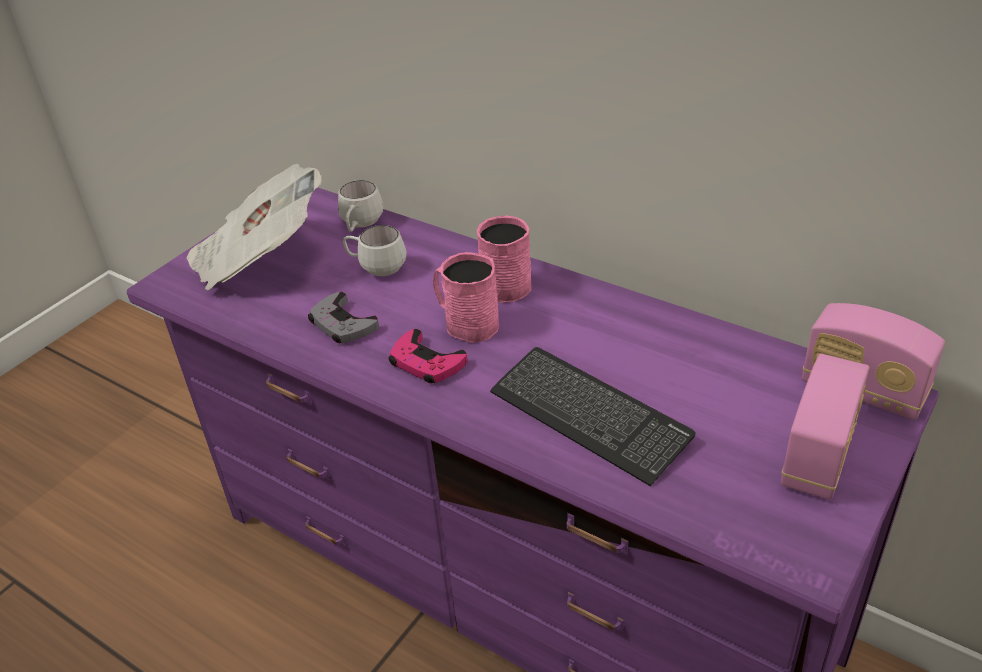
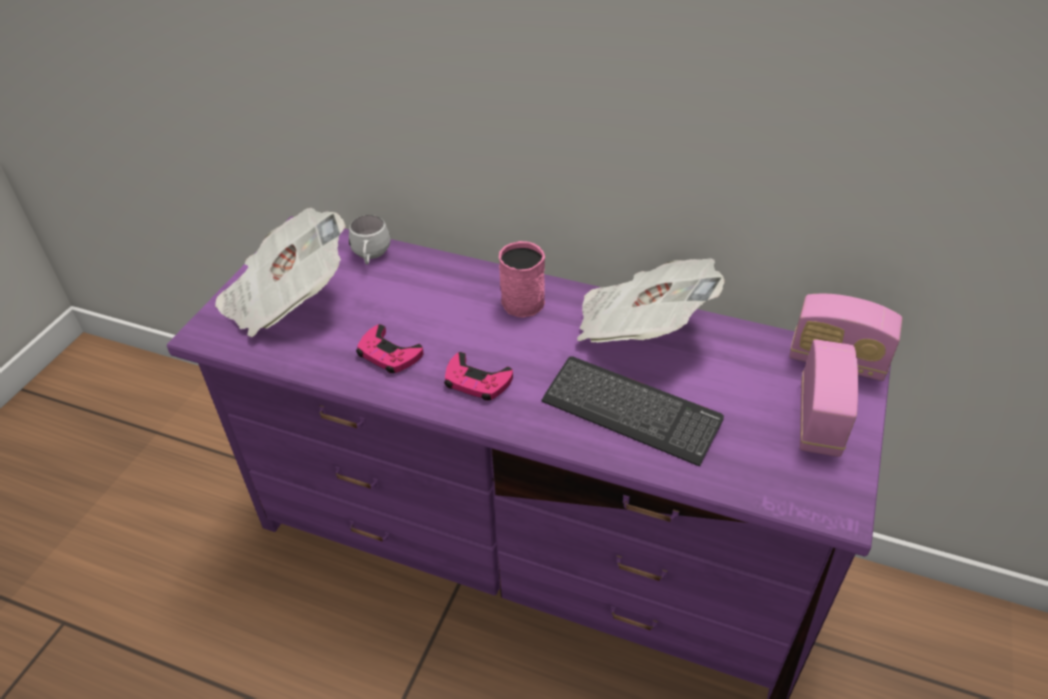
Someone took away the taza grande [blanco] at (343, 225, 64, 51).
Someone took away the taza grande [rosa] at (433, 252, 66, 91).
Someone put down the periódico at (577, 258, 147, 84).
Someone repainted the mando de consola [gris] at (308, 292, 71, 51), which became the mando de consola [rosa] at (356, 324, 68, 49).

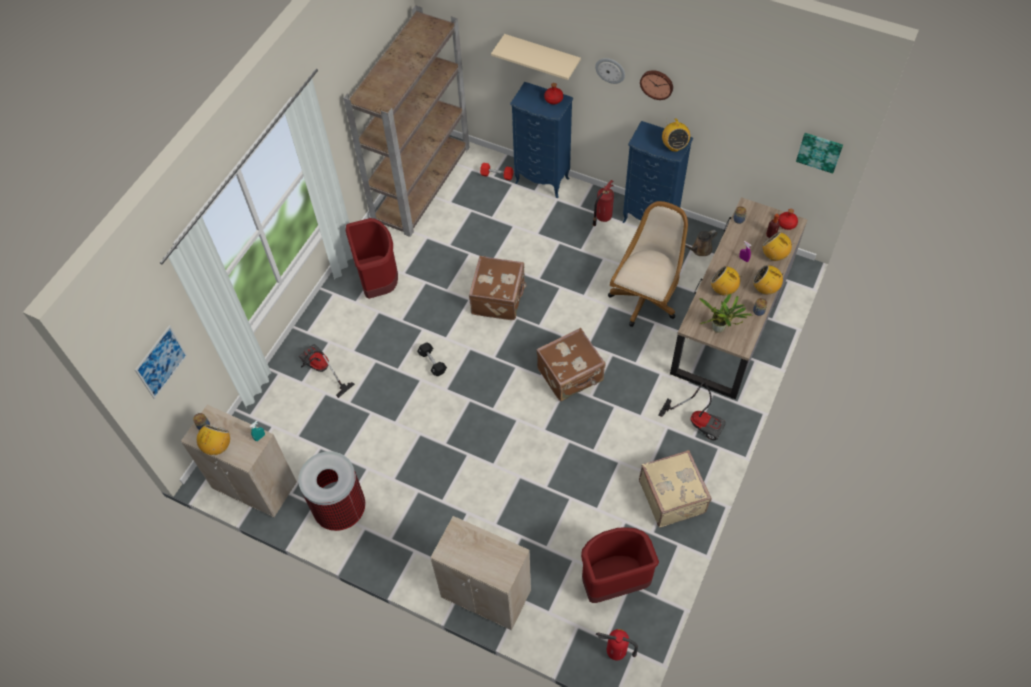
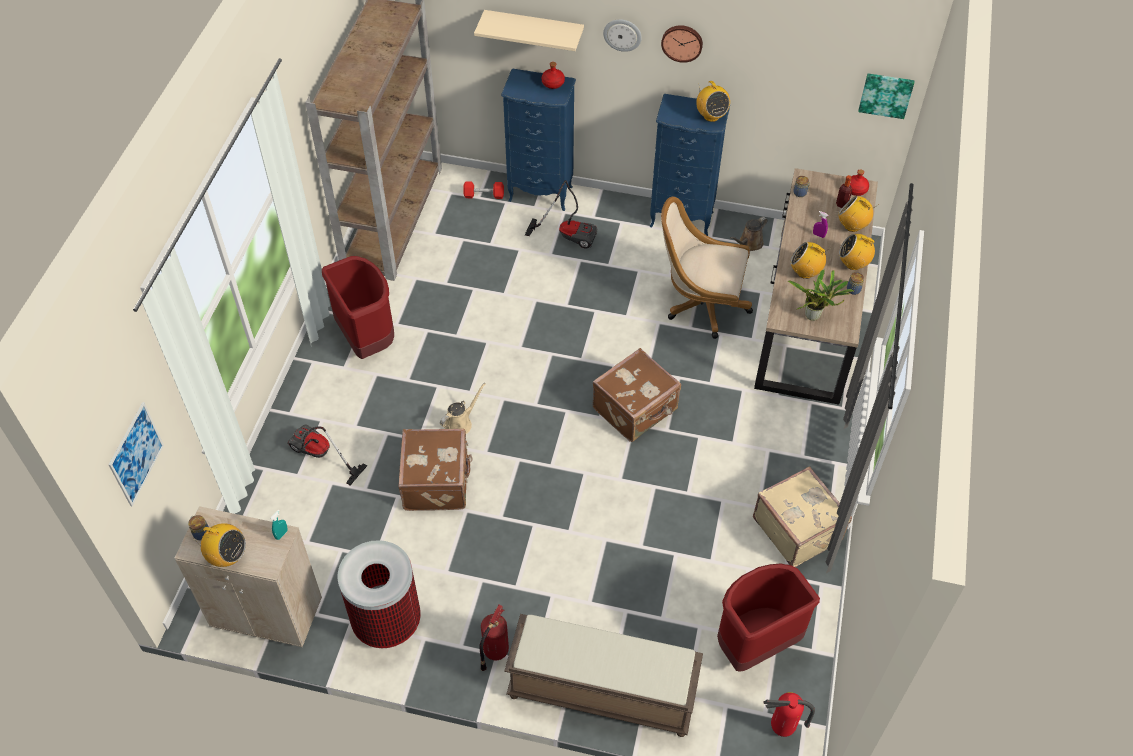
Someone carried the maleta [marrón] from (469, 256, 58, 64) to (398, 429, 75, 82).
Someone carried the extintor from (593, 180, 21, 46) to (479, 604, 30, 67).
Someone carried the aspiradora from (658, 380, 68, 60) to (525, 180, 72, 69).
Someone swapped the mancuerna [negro] at (417, 342, 30, 34) for the regadera [beis] at (440, 383, 46, 51).
Someone swapped the armario [beis] at (430, 516, 101, 114) for the banco [marrón] at (504, 614, 199, 123).
Someone rotated the radio at (197, 425, 33, 30) by 105 degrees clockwise.
Someone rotated the silla de oficina at (608, 201, 80, 126) by 90 degrees counterclockwise.

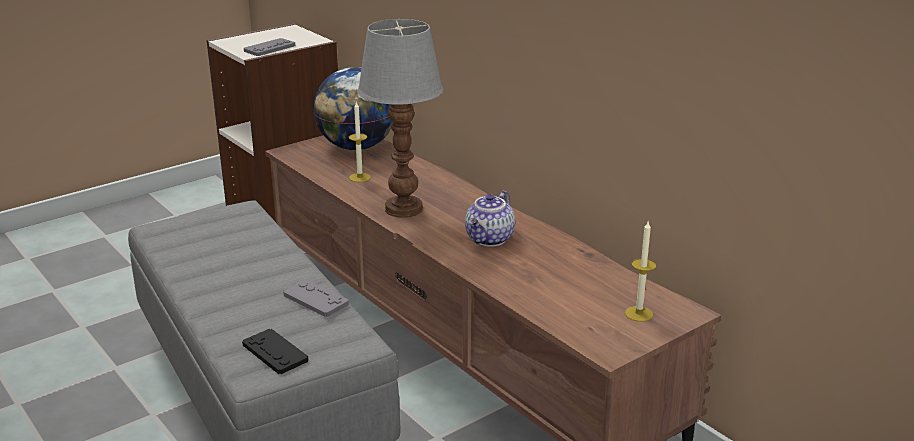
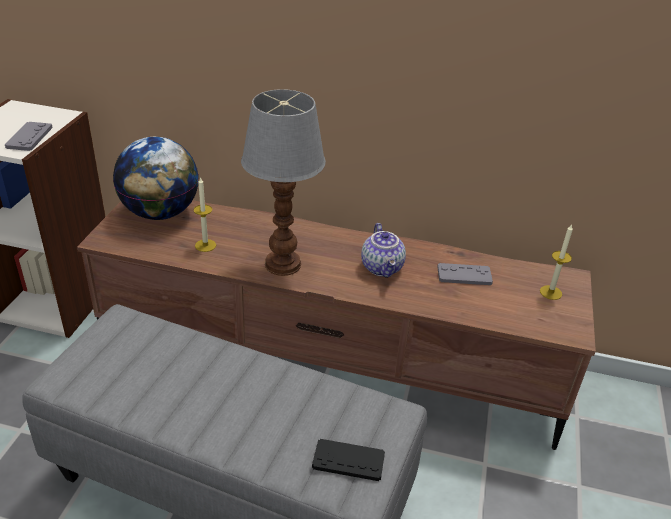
Someone carried the mando de consola [gris] from (283, 280, 66, 37) to (437, 263, 56, 22).

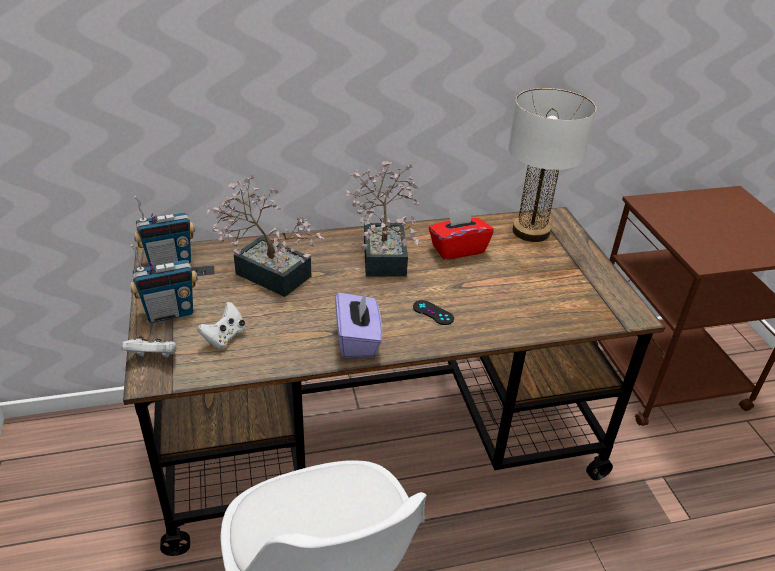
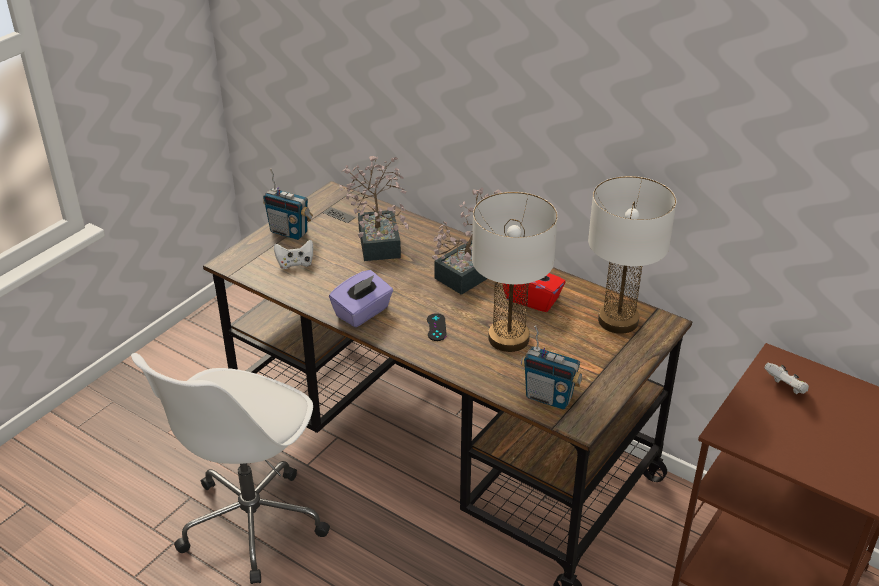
Someone put down the lámpara de mesa at (472, 192, 86, 160).
Someone carried the mando de consola [blanco] from (121, 336, 56, 22) to (764, 363, 45, 31).
Someone carried the radio from (133, 196, 62, 70) to (521, 325, 61, 85).

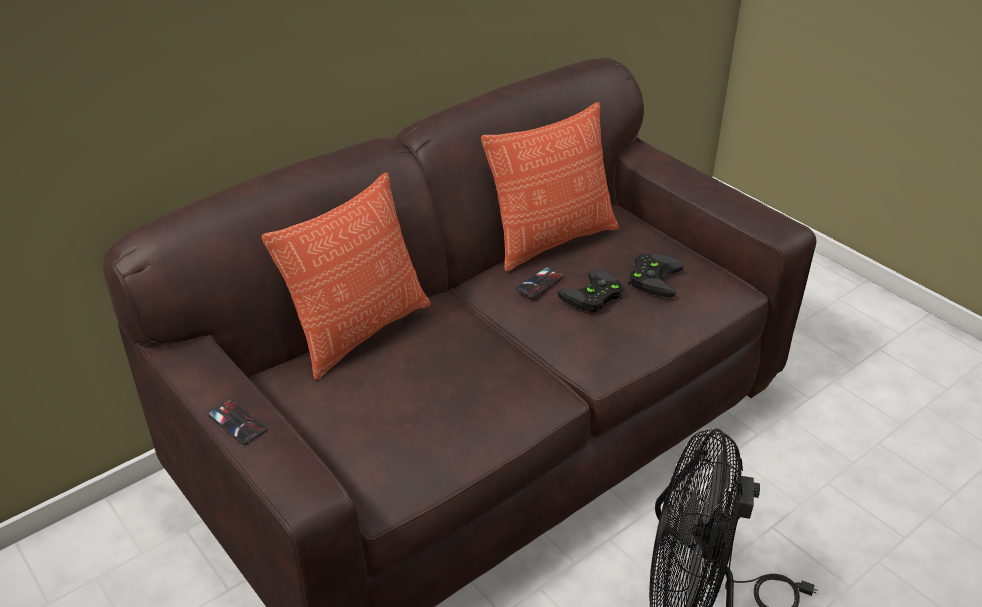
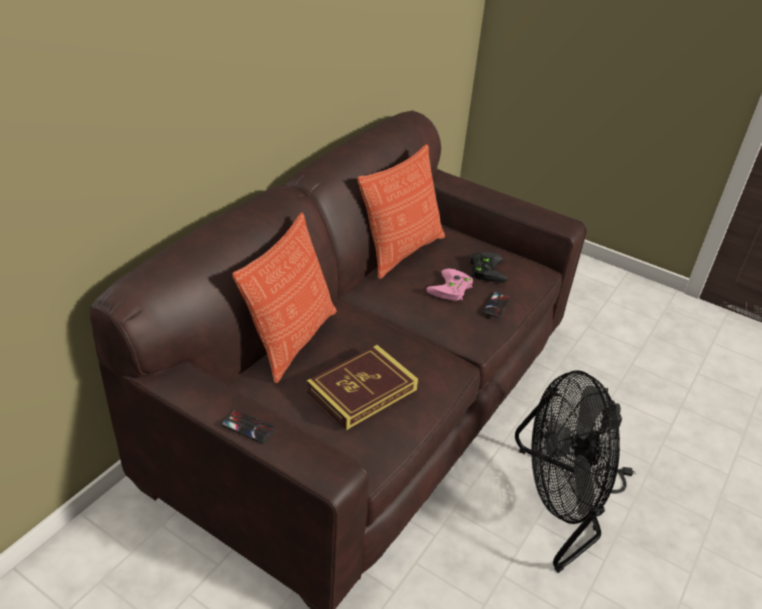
Someone put down the libro at (307, 345, 111, 85).
Someone carried the móvil from (516, 267, 48, 31) to (483, 292, 28, 26).
Someone repainted the mando de consola [negro] at (557, 269, 66, 44), which became the mando de consola [rosa] at (427, 269, 46, 32).

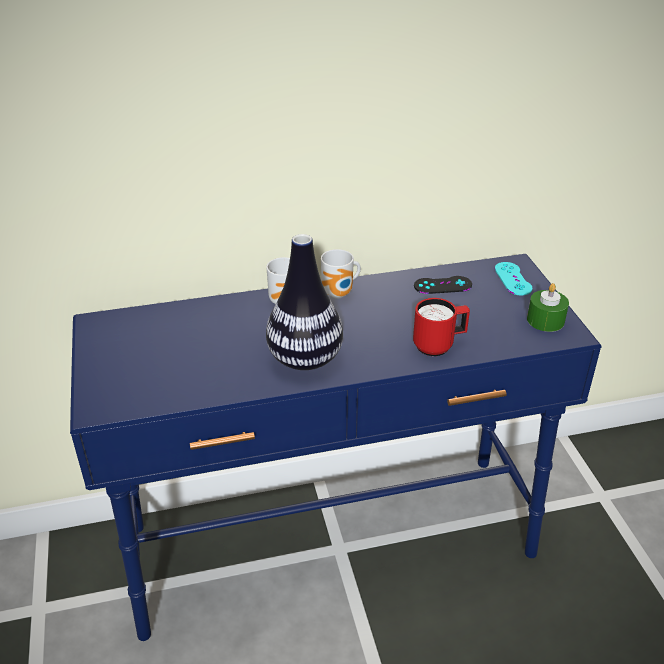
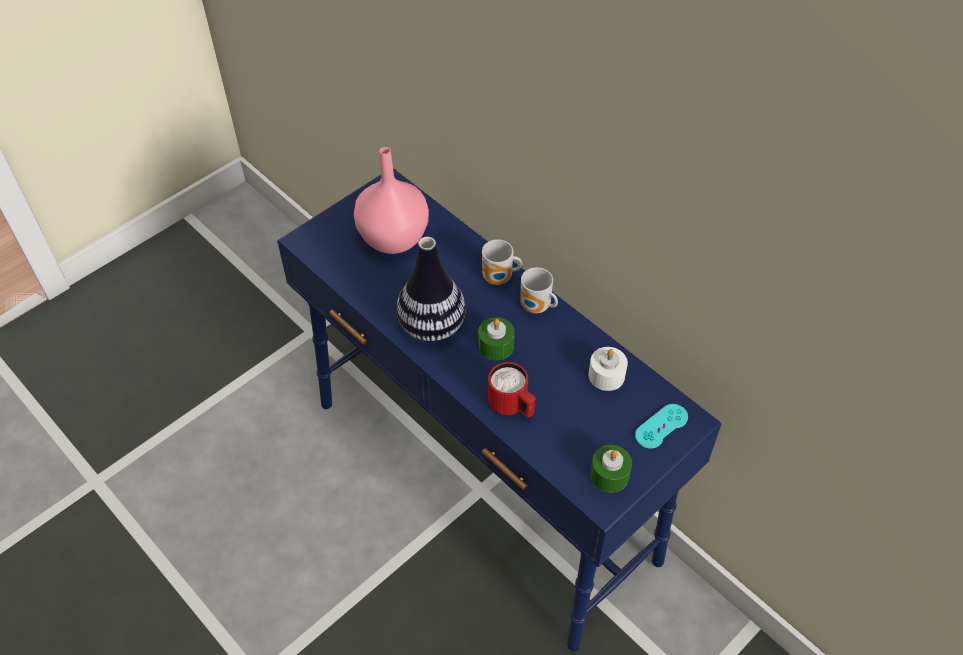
Someone put down the florero [rosa] at (354, 147, 75, 107).
Someone put down the vela [verde] at (478, 317, 37, 43).
Someone swapped the mando de consola [negro] at (414, 276, 58, 18) for the vela [blanco] at (589, 347, 39, 44).

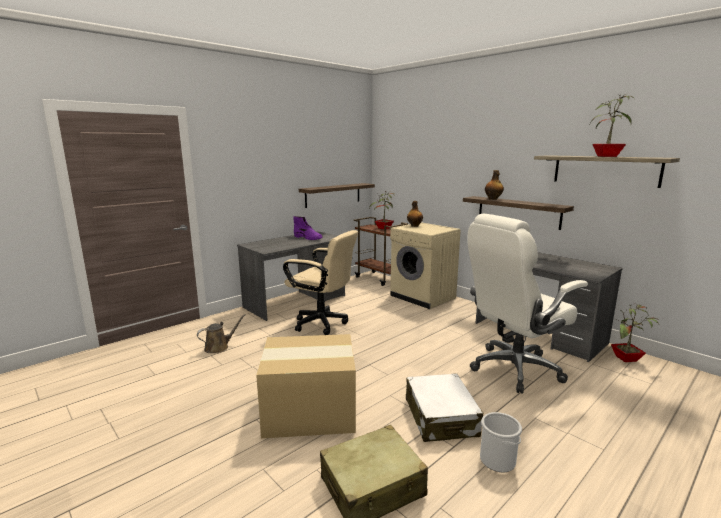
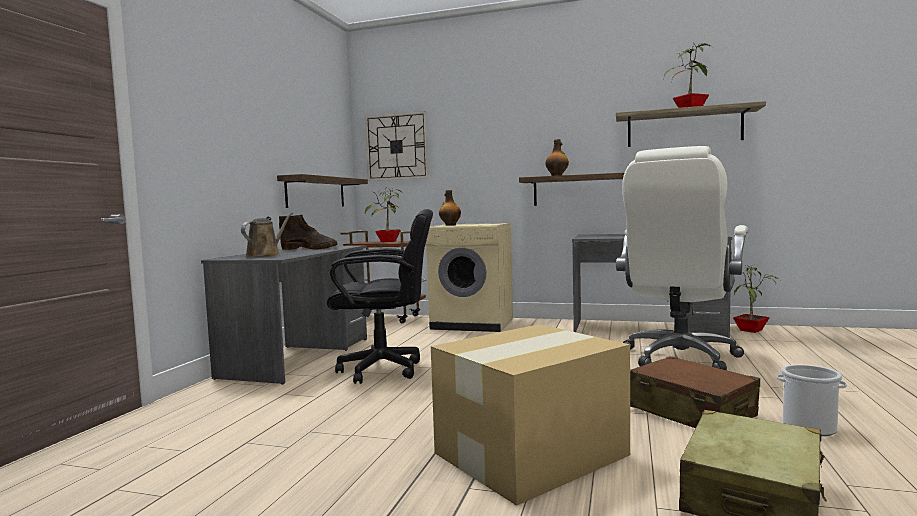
Someone put up the reloj de pared at (365, 111, 64, 70).
Someone carried the regadera [marrón] from (197, 314, 49, 39) to (241, 213, 52, 44).
Someone repainted the silla de oficina [beis] at (283, 230, 75, 105), which became the silla de oficina [negro] at (327, 209, 106, 175).
Someone repainted the bota [morado] at (294, 216, 29, 24), which became the bota [marrón] at (279, 214, 59, 36).
Someone repainted the maleta [blanco] at (406, 373, 77, 69), which became the maleta [marrón] at (630, 356, 130, 72).

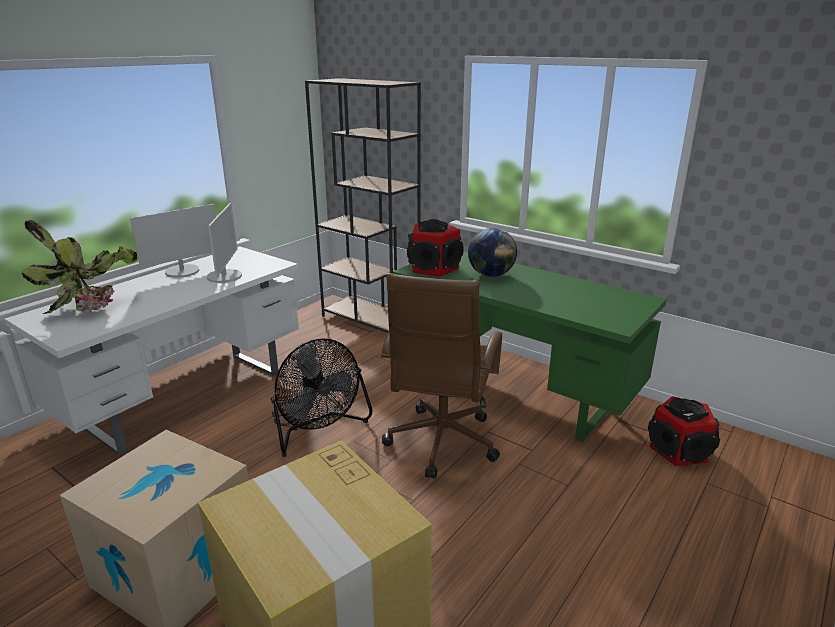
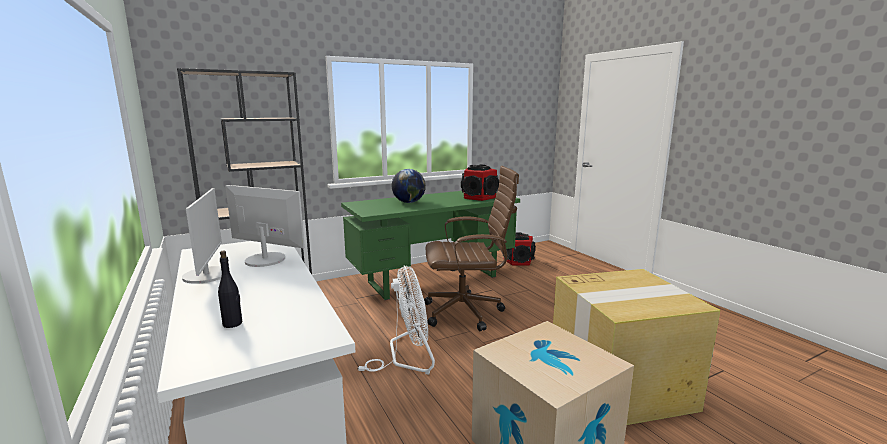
Someone carried the altavoz from (407, 219, 57, 58) to (461, 165, 39, 36).
Someone swapped the planta en maceta at (22, 220, 115, 94) for the botella [negro] at (218, 251, 24, 77).
Someone repainted the ventilador [negro] at (271, 339, 101, 118), which became the ventilador [blanco] at (357, 265, 78, 110).
Someone rotated the silla de oficina [marrón] at (381, 273, 122, 205) by 45 degrees counterclockwise.

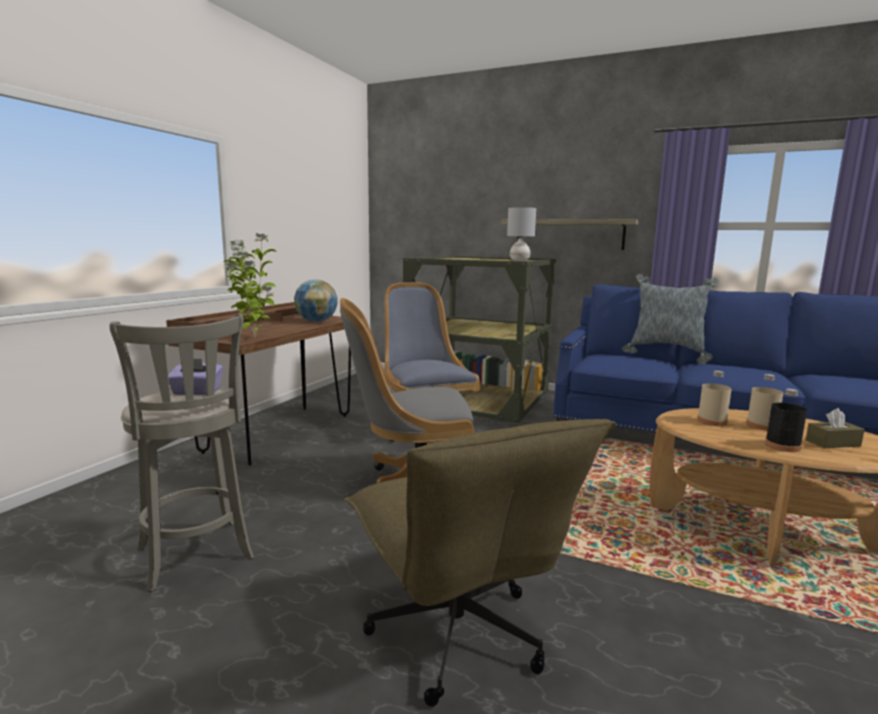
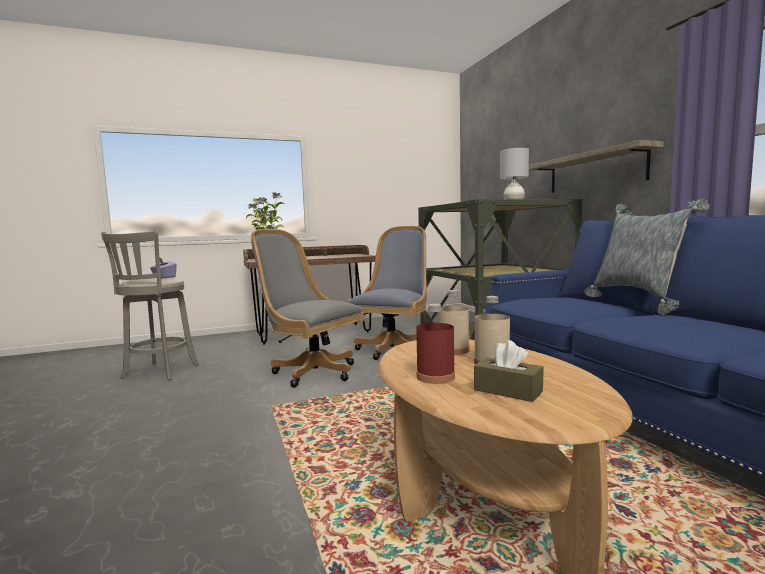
Someone took away the globo terráqueo at (294, 279, 44, 43).
Someone took away the silla de oficina [beis] at (344, 419, 272, 288).
Someone repainted the botella [negro] at (765, 389, 42, 63), which became the botella [rojo] at (416, 304, 39, 80).

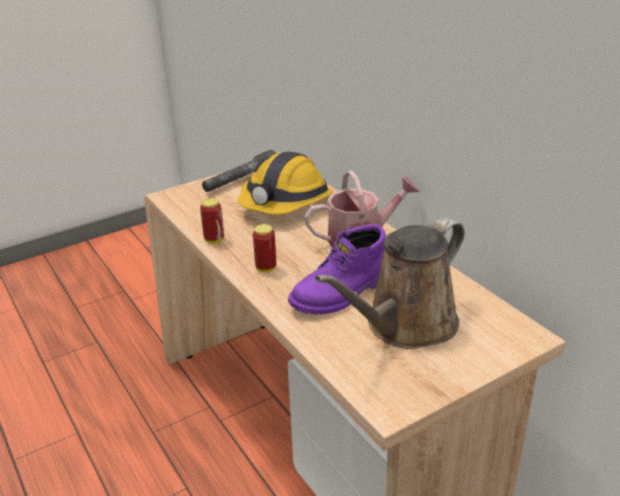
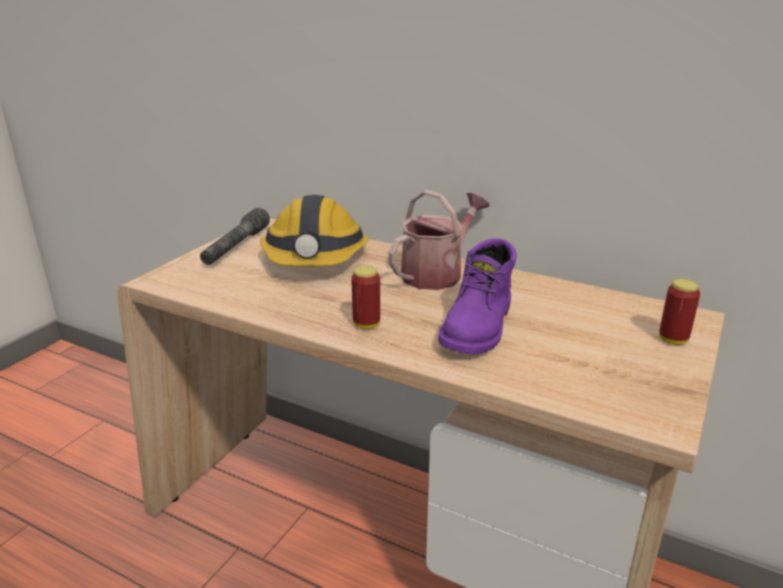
Someone took away the regadera [marrón] at (315, 218, 150, 131).
Someone carried the lata from (200, 198, 24, 46) to (659, 279, 41, 66).

